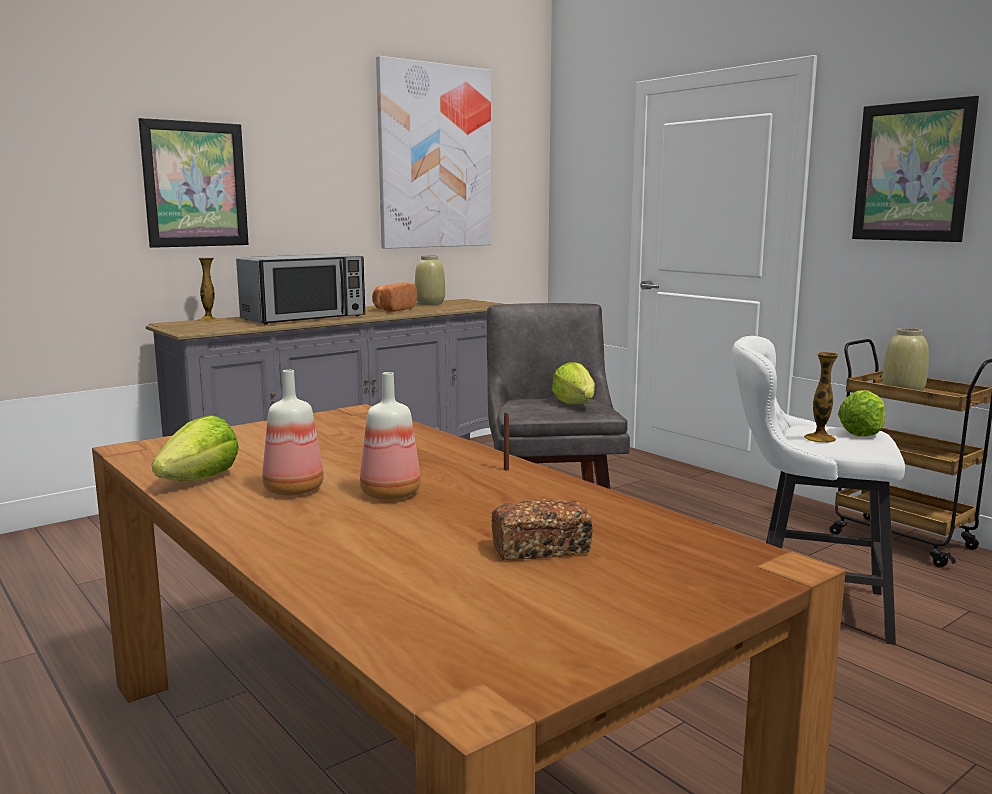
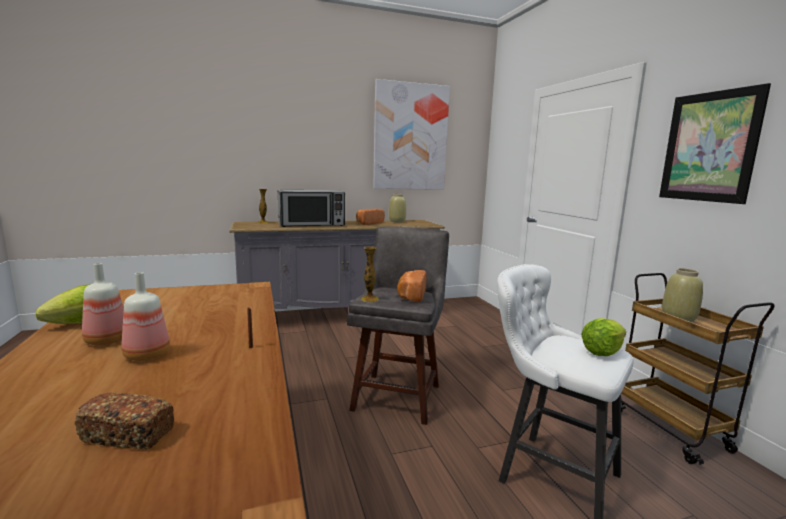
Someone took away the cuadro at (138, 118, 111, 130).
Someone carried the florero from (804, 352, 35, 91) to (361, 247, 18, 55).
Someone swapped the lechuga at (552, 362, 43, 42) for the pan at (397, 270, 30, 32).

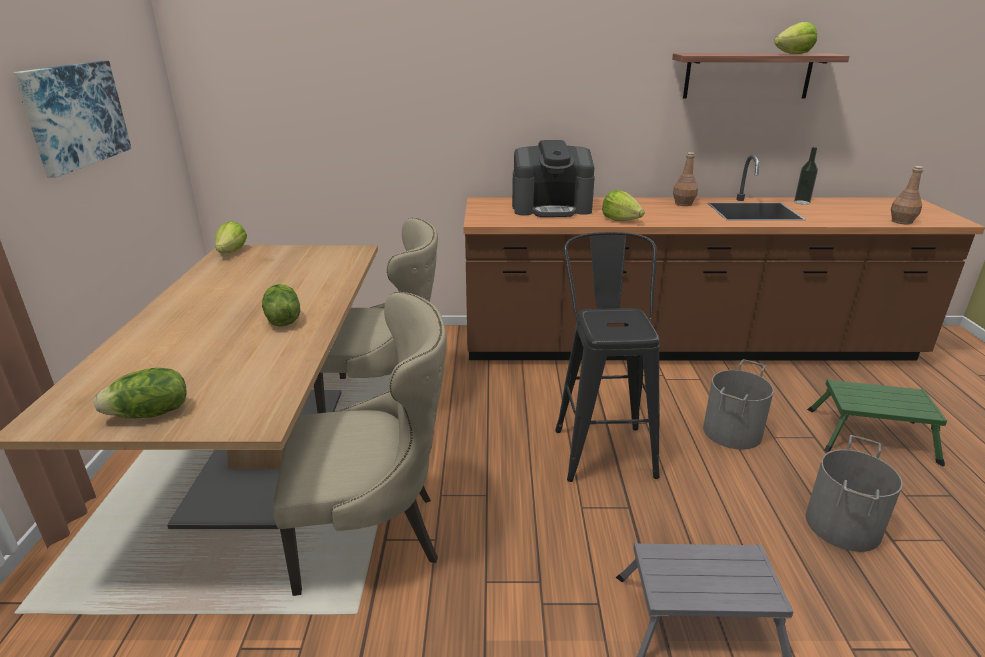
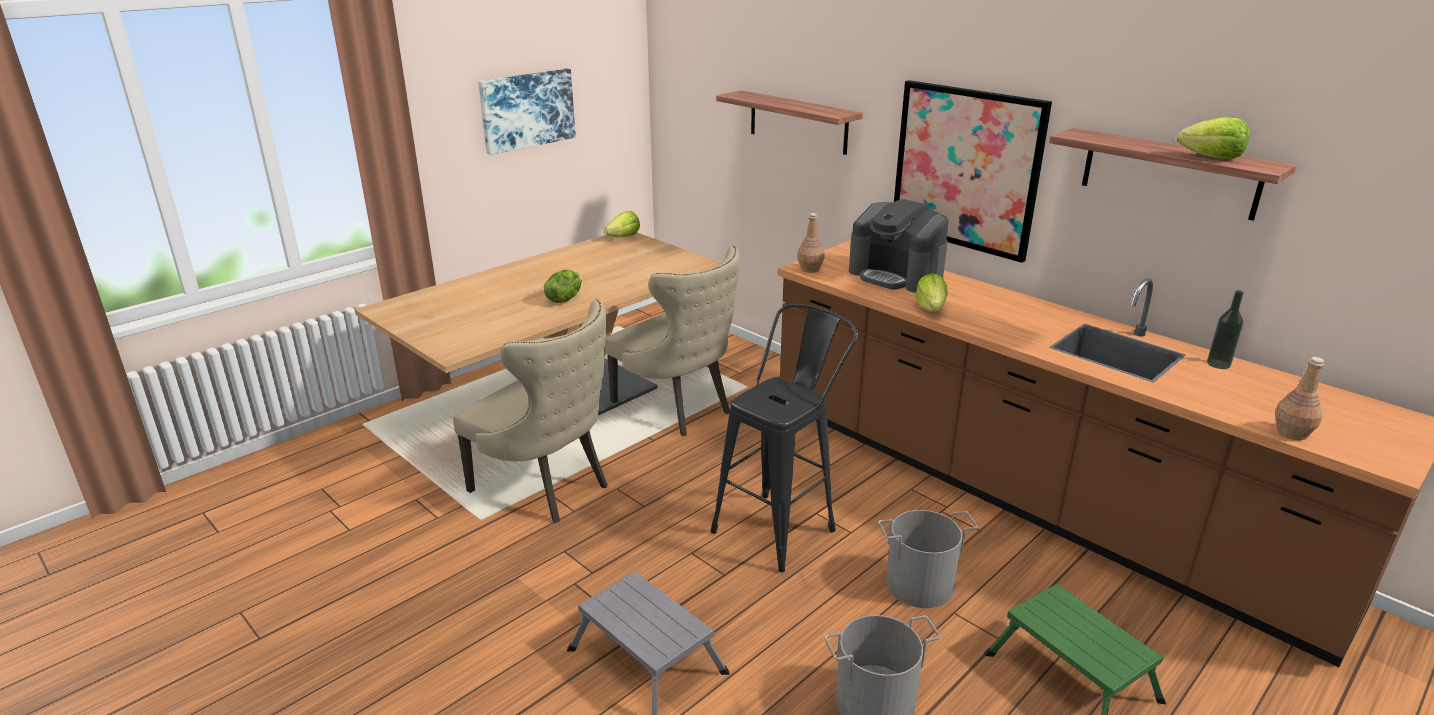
Someone took away the lechuga at (94, 368, 93, 50).
Someone put up the estante at (716, 90, 147, 65).
Someone put up the cuadro at (894, 80, 158, 183).
Someone carried the botella [marrón] from (673, 152, 25, 54) to (797, 213, 28, 60).

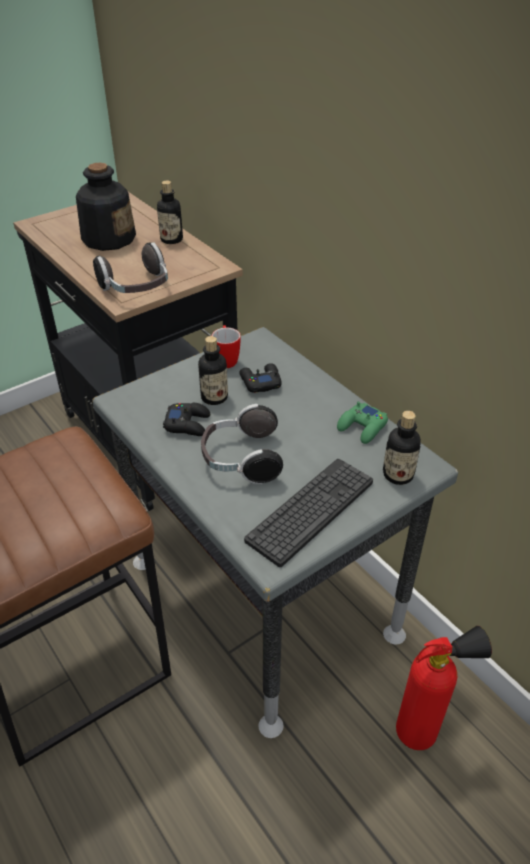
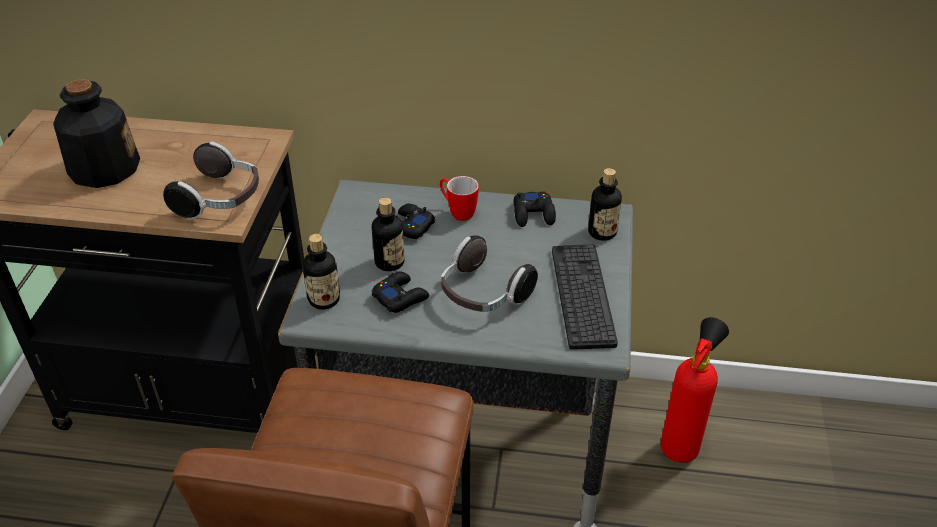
Someone carried the botella from (157, 181, 26, 63) to (303, 234, 37, 76).
Someone carried the taza grande from (212, 325, 29, 43) to (440, 176, 39, 45).
Someone repainted the mando de consola [verde] at (337, 402, 51, 42), which became the mando de consola [negro] at (514, 191, 42, 36).

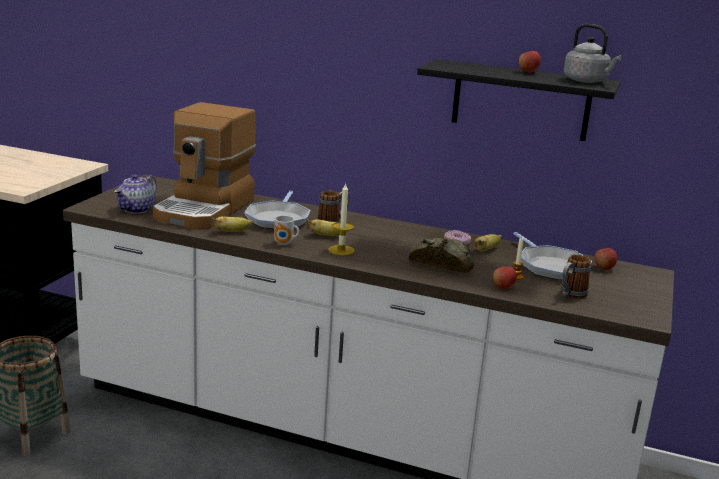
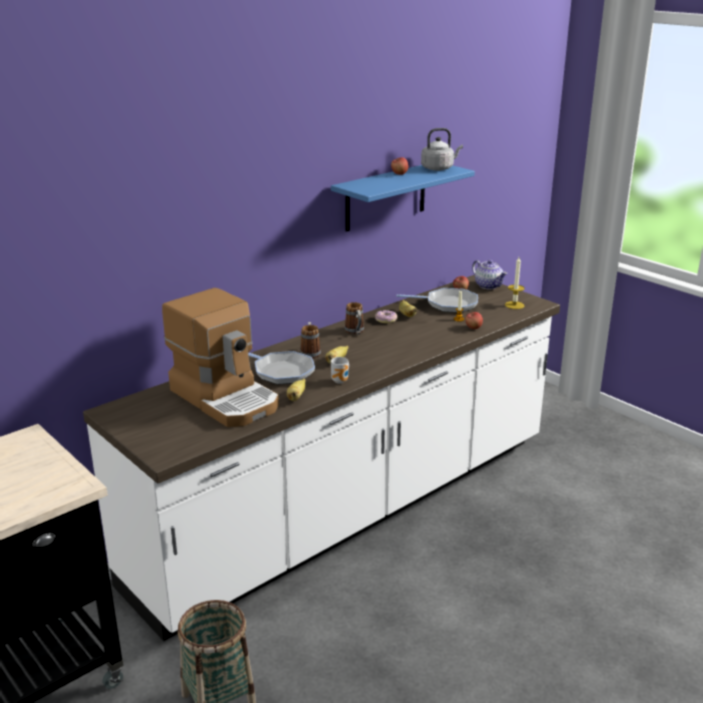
Someone took away the pan at (409, 238, 65, 35).
Someone carried the tetera from (114, 174, 43, 40) to (472, 260, 35, 29).
Someone carried the vela from (329, 182, 26, 73) to (505, 257, 20, 52).
Someone carried the taza grande from (561, 254, 30, 45) to (345, 302, 19, 33).
Someone repainted the estante [negro] at (417, 59, 203, 82), which became the estante [azul] at (331, 165, 144, 67).

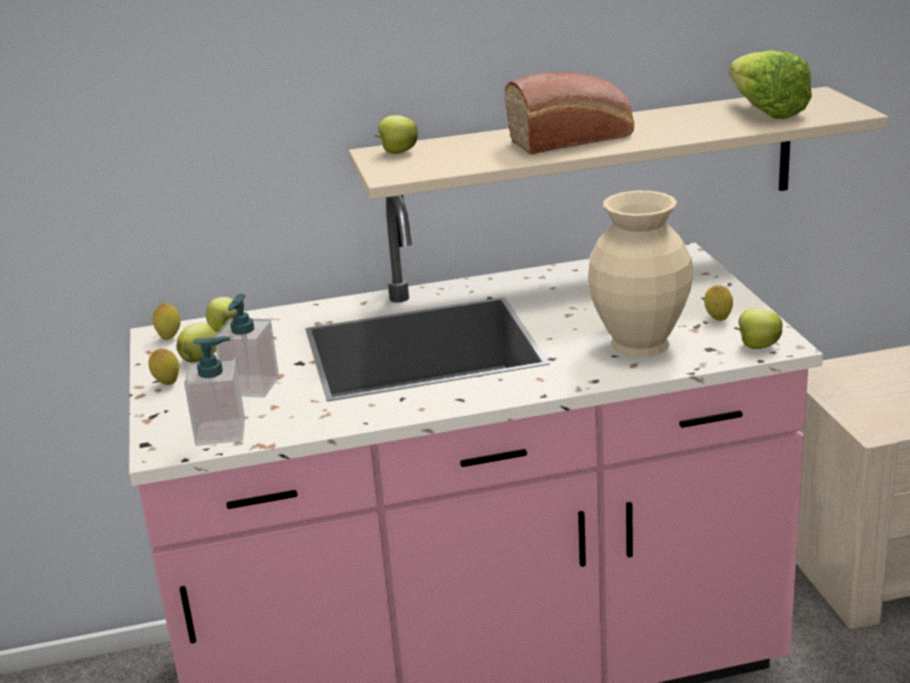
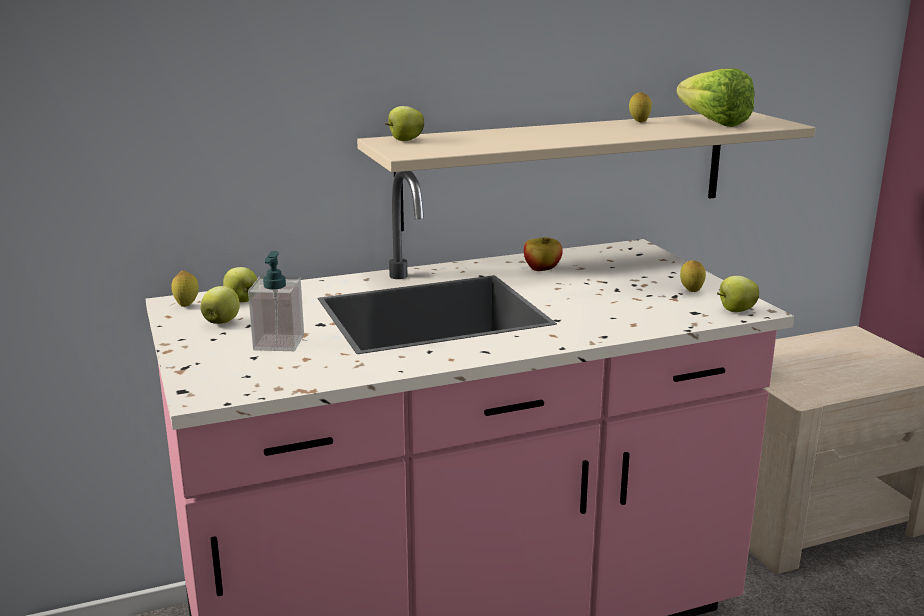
Someone took away the dispensador de jabón at (184, 336, 61, 110).
Someone took away the pan at (505, 72, 129, 82).
Someone took away the florero [beis] at (588, 191, 105, 166).
Someone put down the manzana at (524, 237, 39, 34).
Someone carried the limón from (148, 349, 31, 36) to (629, 92, 23, 31).

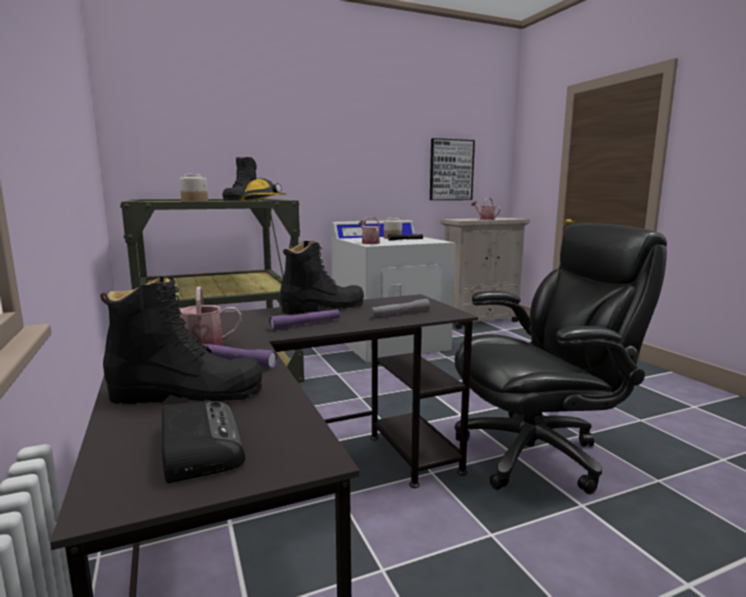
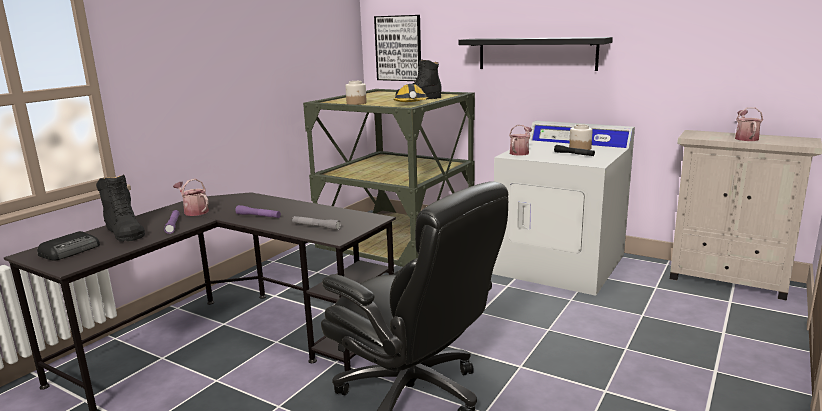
Someone took away the bota [negro] at (280, 241, 84, 73).
Someone put up the estante [negro] at (458, 37, 155, 34).
Someone carried the cuadro from (430, 138, 45, 62) to (374, 15, 47, 66).

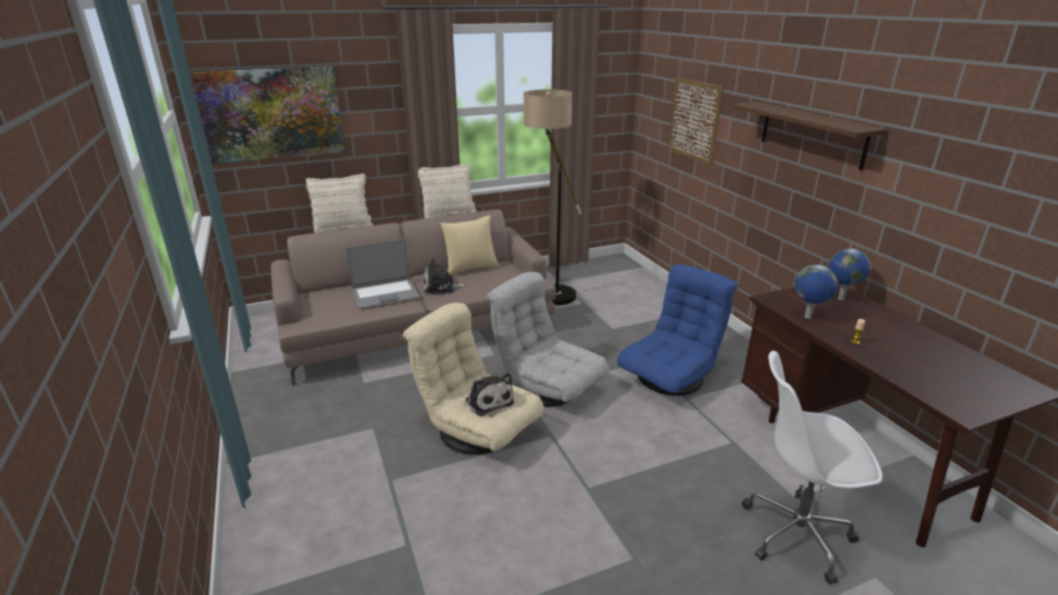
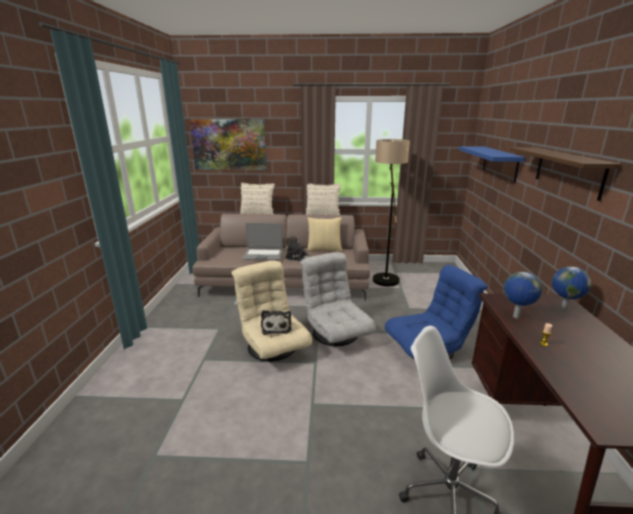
Someone swapped the cuadro at (668, 77, 55, 88) for the estante [azul] at (459, 146, 66, 37).

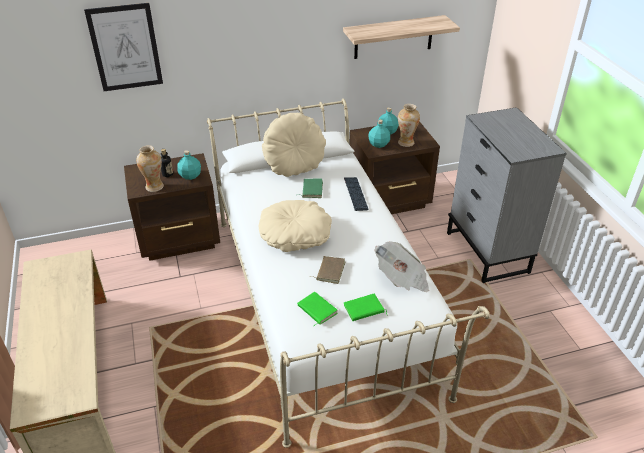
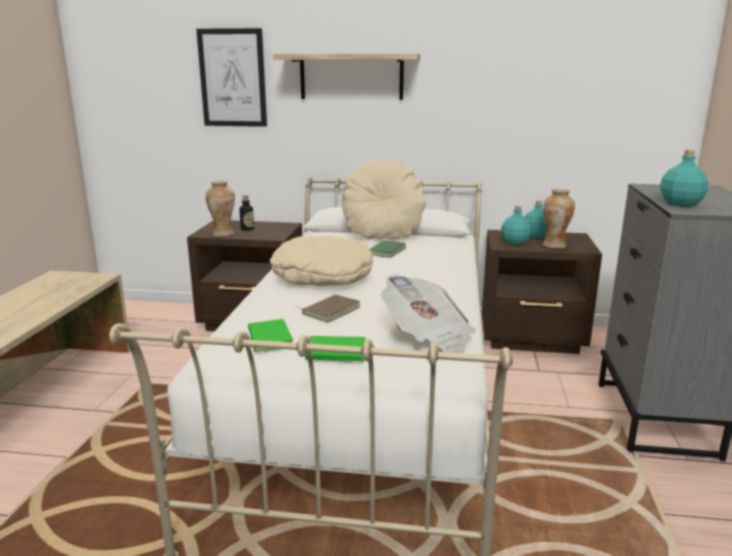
Someone took away the teclado at (344, 177, 24, 34).
Someone carried the botella [turquesa] from (177, 150, 24, 30) to (660, 150, 48, 57).
Someone carried the estante from (343, 15, 117, 44) to (273, 54, 147, 46).

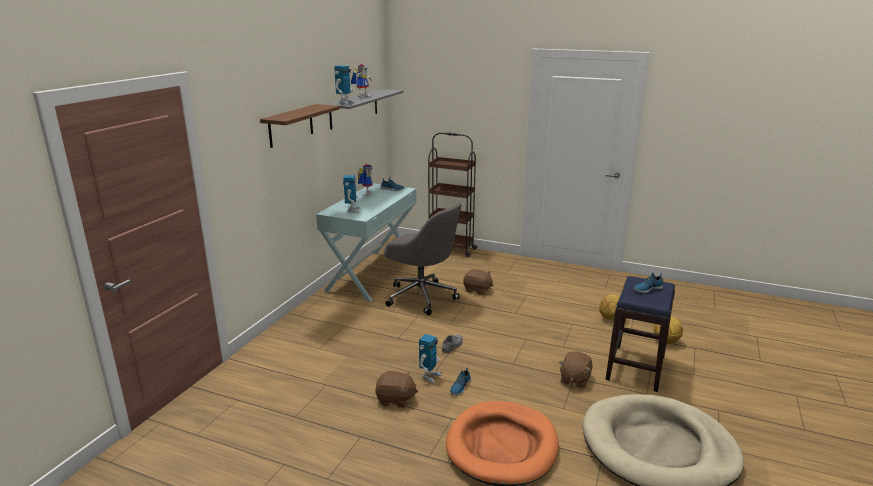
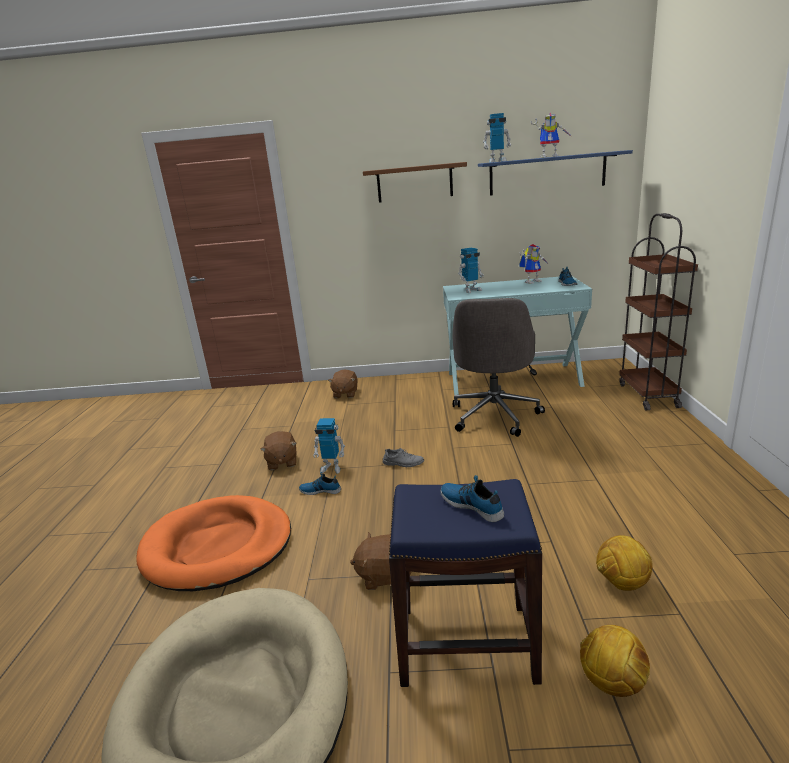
Someone carried the peluche [marrón] from (463, 269, 30, 26) to (328, 369, 30, 29).
Someone repainted the estante [gris] at (324, 89, 79, 41), which became the estante [azul] at (478, 150, 155, 46).

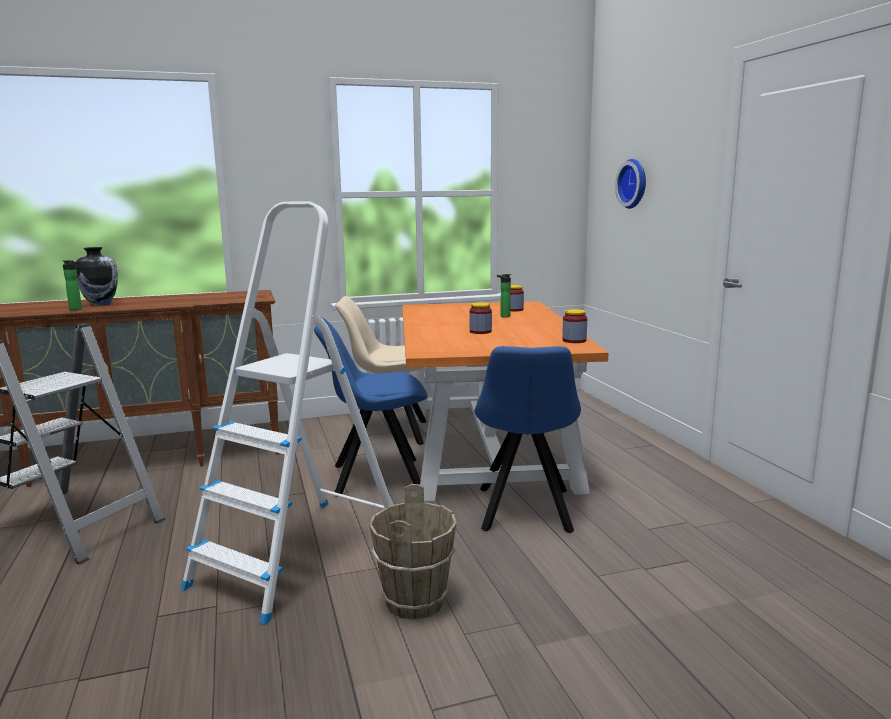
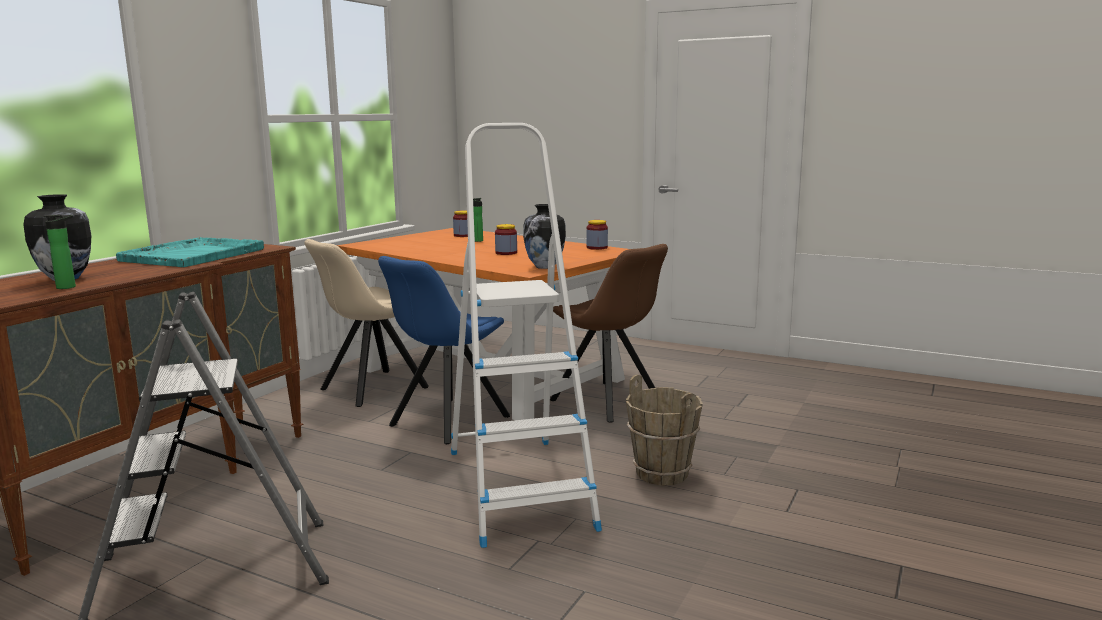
Someone took away the reloj de pared at (615, 159, 31, 50).
Someone put down the bandeja [turquesa] at (116, 237, 148, 30).
Someone put down the florero at (523, 204, 43, 65).
Someone repainted the silla [azul] at (474, 346, 107, 187), which became the silla [marrón] at (550, 244, 118, 179).

